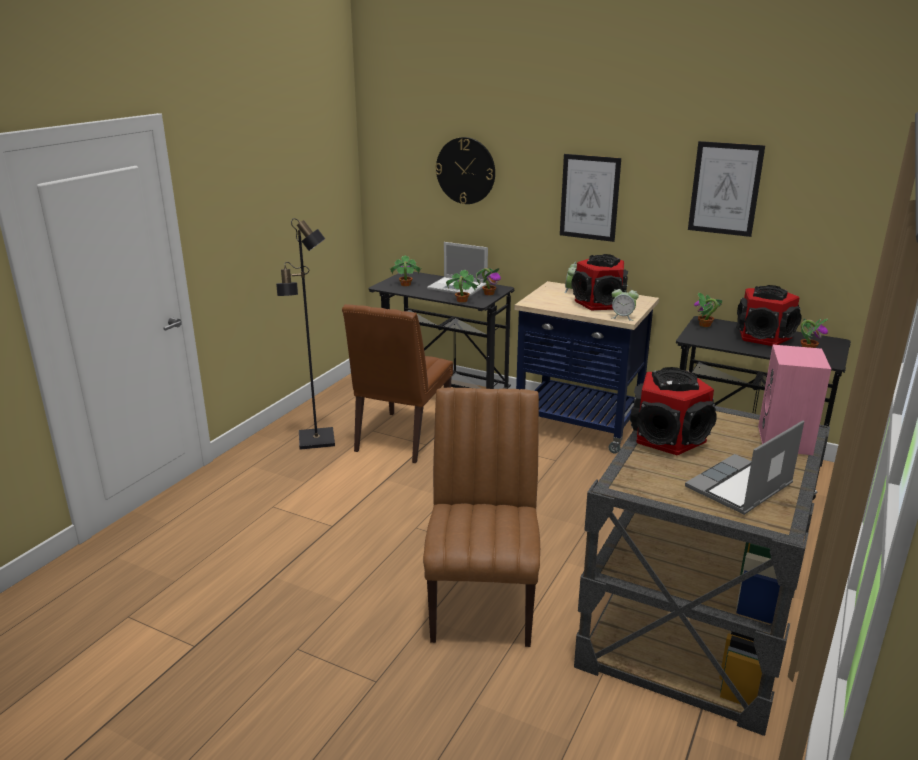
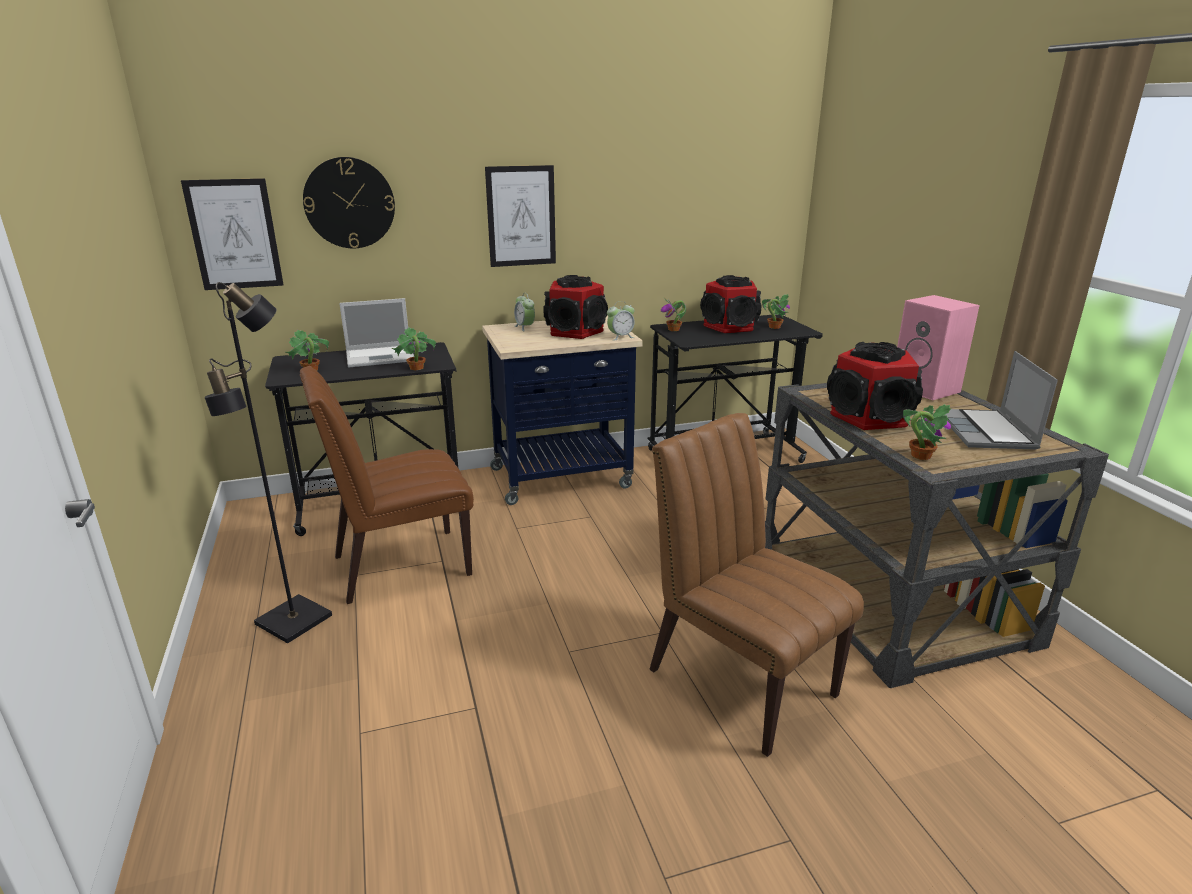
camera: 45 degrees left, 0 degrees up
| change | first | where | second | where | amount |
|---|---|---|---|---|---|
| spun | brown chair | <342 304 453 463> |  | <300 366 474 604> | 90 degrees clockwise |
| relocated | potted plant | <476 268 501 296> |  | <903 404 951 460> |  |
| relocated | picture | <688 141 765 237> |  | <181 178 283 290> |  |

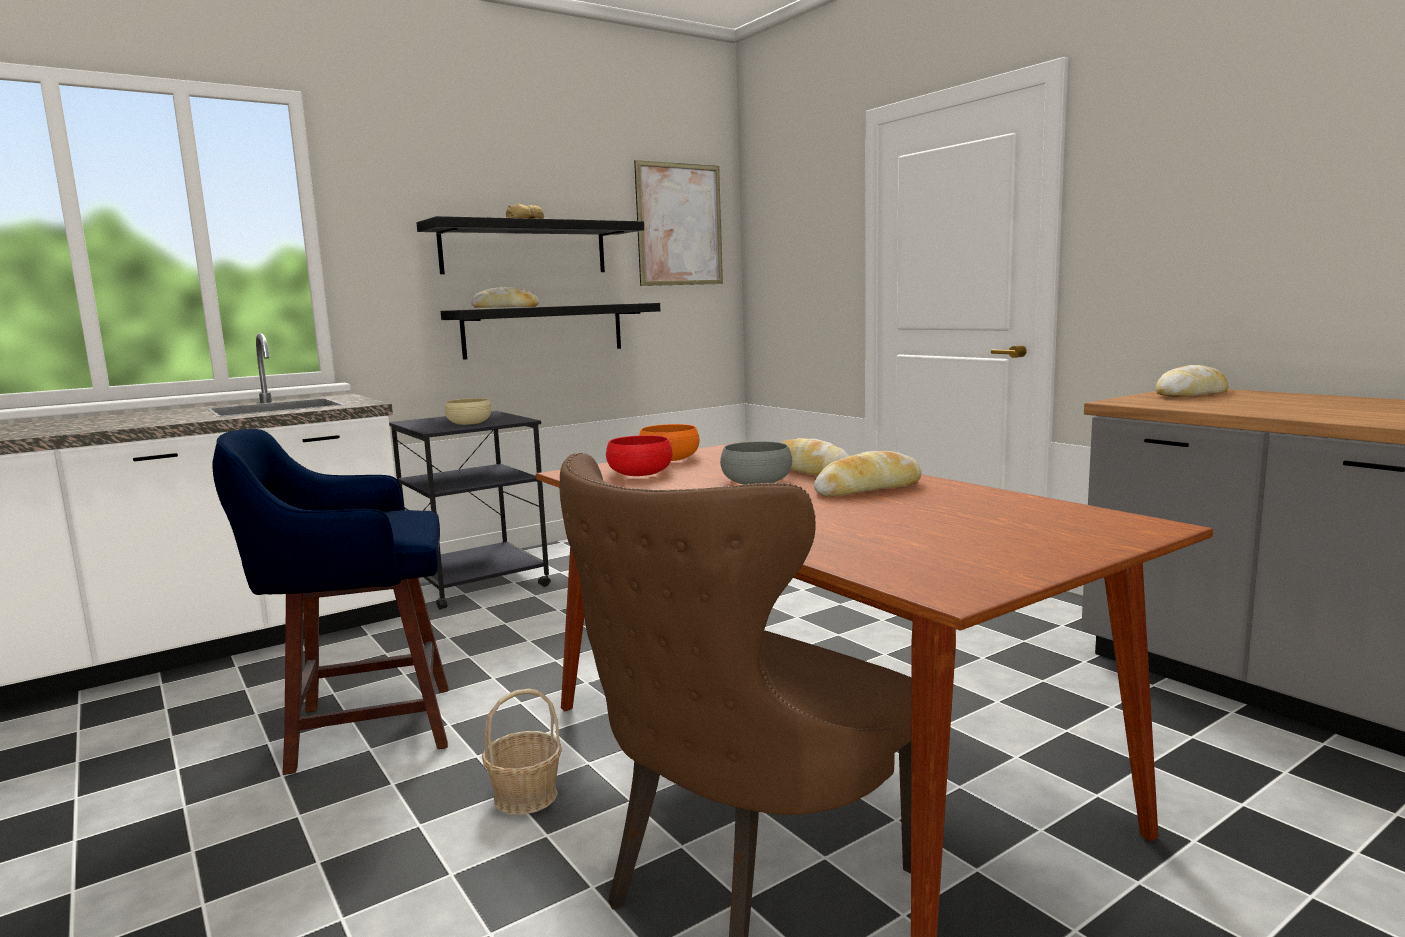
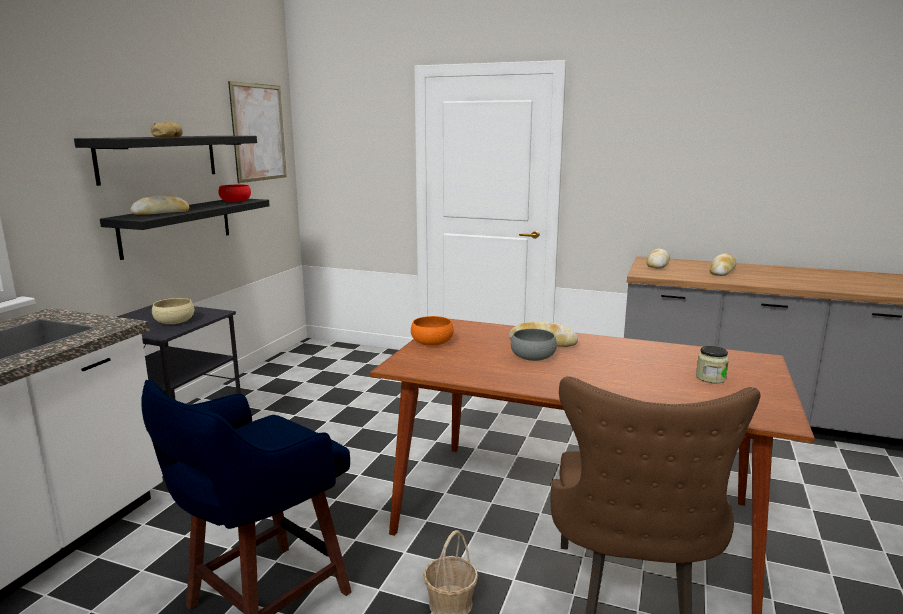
camera: 35 degrees left, 5 degrees up
| change | first | where | second | where | amount |
|---|---|---|---|---|---|
| relocated | red bowl | <606 435 673 476> |  | <218 185 251 202> |  |
| relocated | bread | <814 451 922 497> |  | <710 254 737 276> |  |
| appeared |  |  | jar | <696 346 729 383> |  |

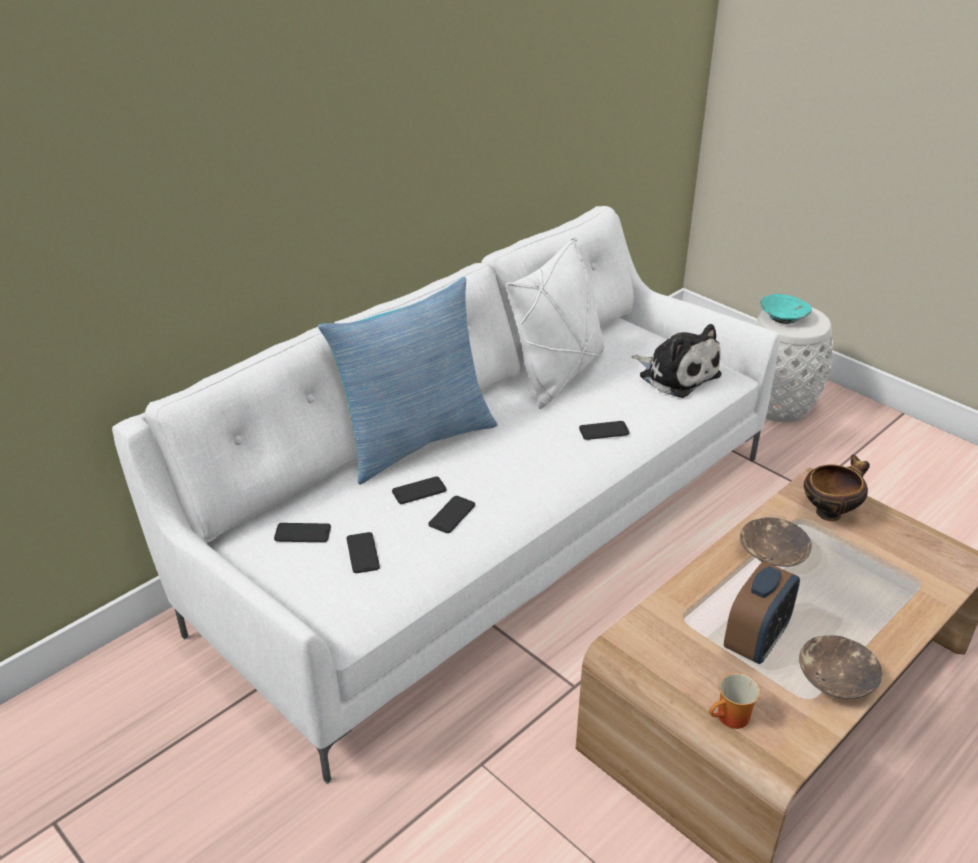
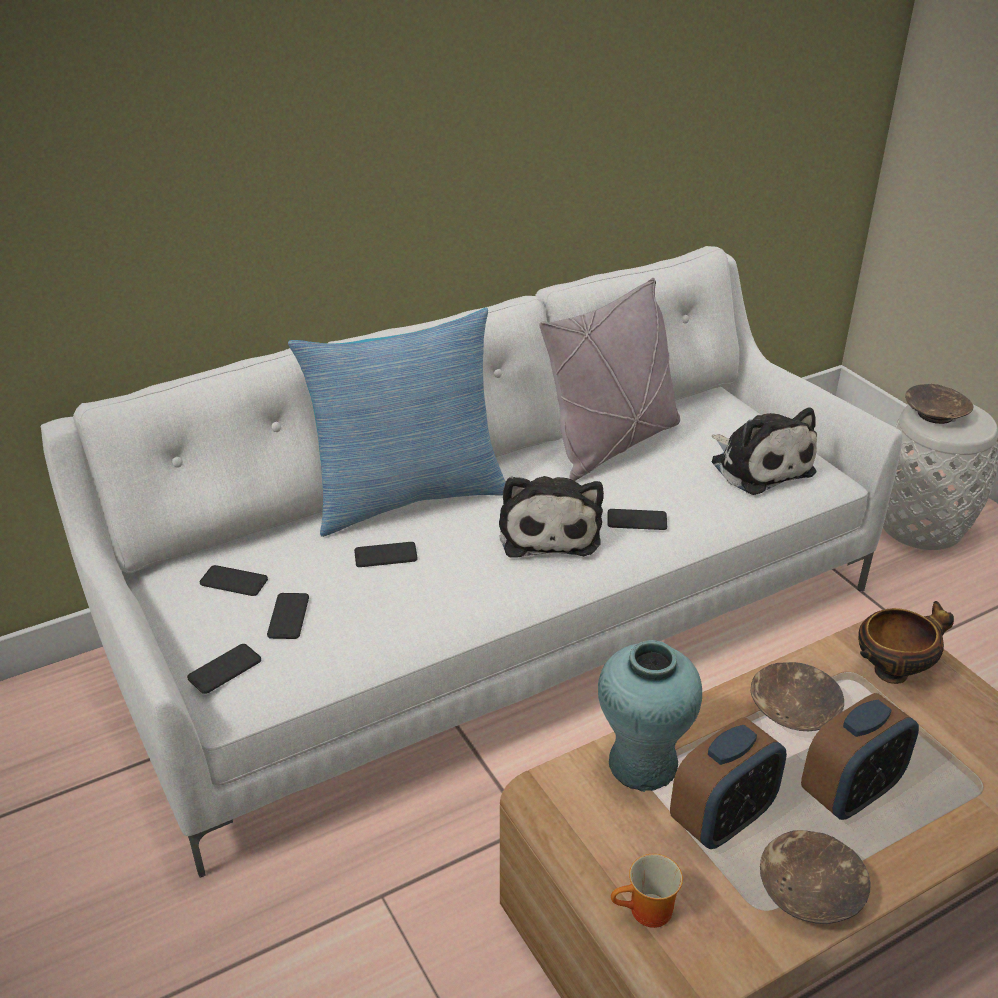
camera: 15 degrees right, 0 degrees up
| change | first | where | second | where | amount |
|---|---|---|---|---|---|
| relocated | phone | <429 496 475 533> |  | <187 644 261 694> |  |
| colour | white pillow | <505 237 605 409> | purple pillow | <540 278 680 481> |  |
| colour | turquoise bowl | <760 294 812 324> | brown bowl | <905 384 973 424> |  |
| appeared |  |  | plush toy | <499 476 604 558> |  |
| appeared |  |  | turquoise vase | <598 640 702 792> |  |
| appeared |  |  | alarm clock | <801 693 919 820> |  |

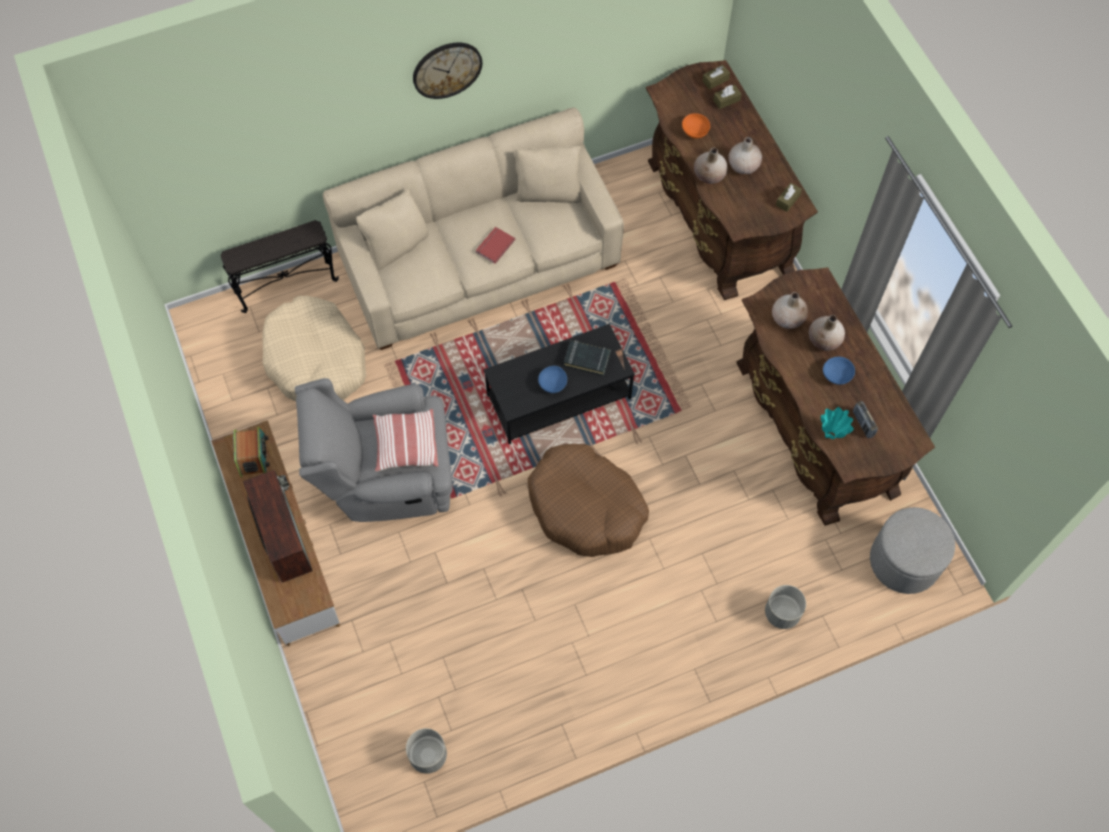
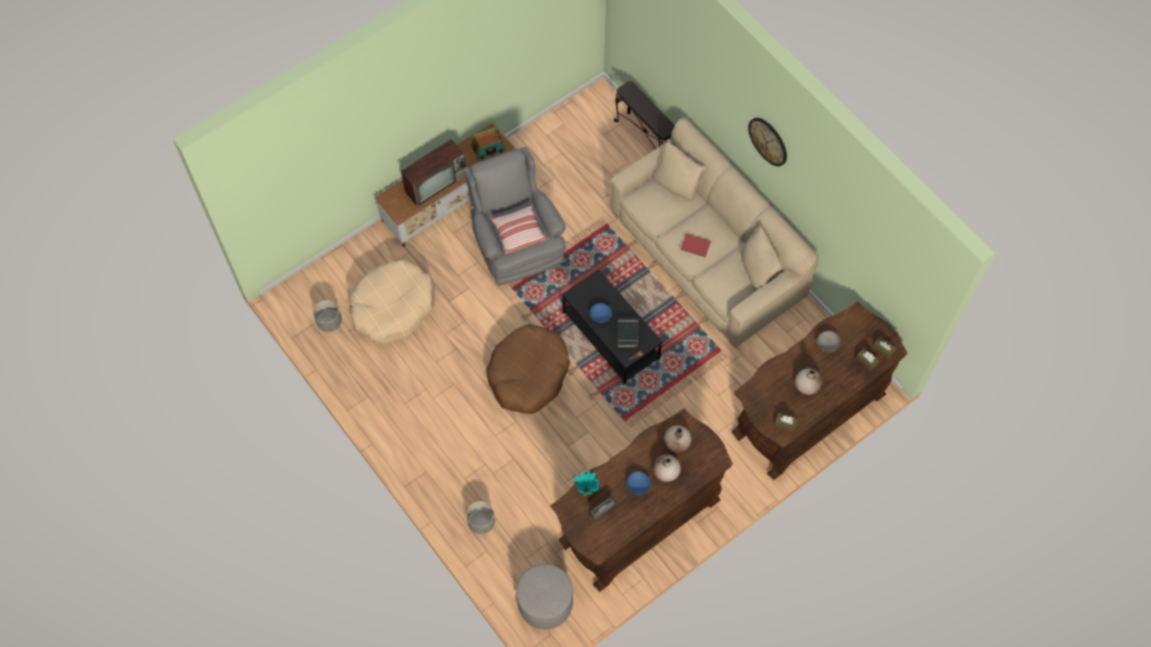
camera: 75 degrees right, 0 degrees up
| change | first | where | second | where | amount |
|---|---|---|---|---|---|
| relocated | beige dog bed | <262 296 366 402> |  | <350 260 435 344> |  |
| colour | orange bowl | <682 113 710 139> | grey bowl | <817 331 840 352> |  |
| missing | beige vase | <694 147 728 184> |  |  |  |

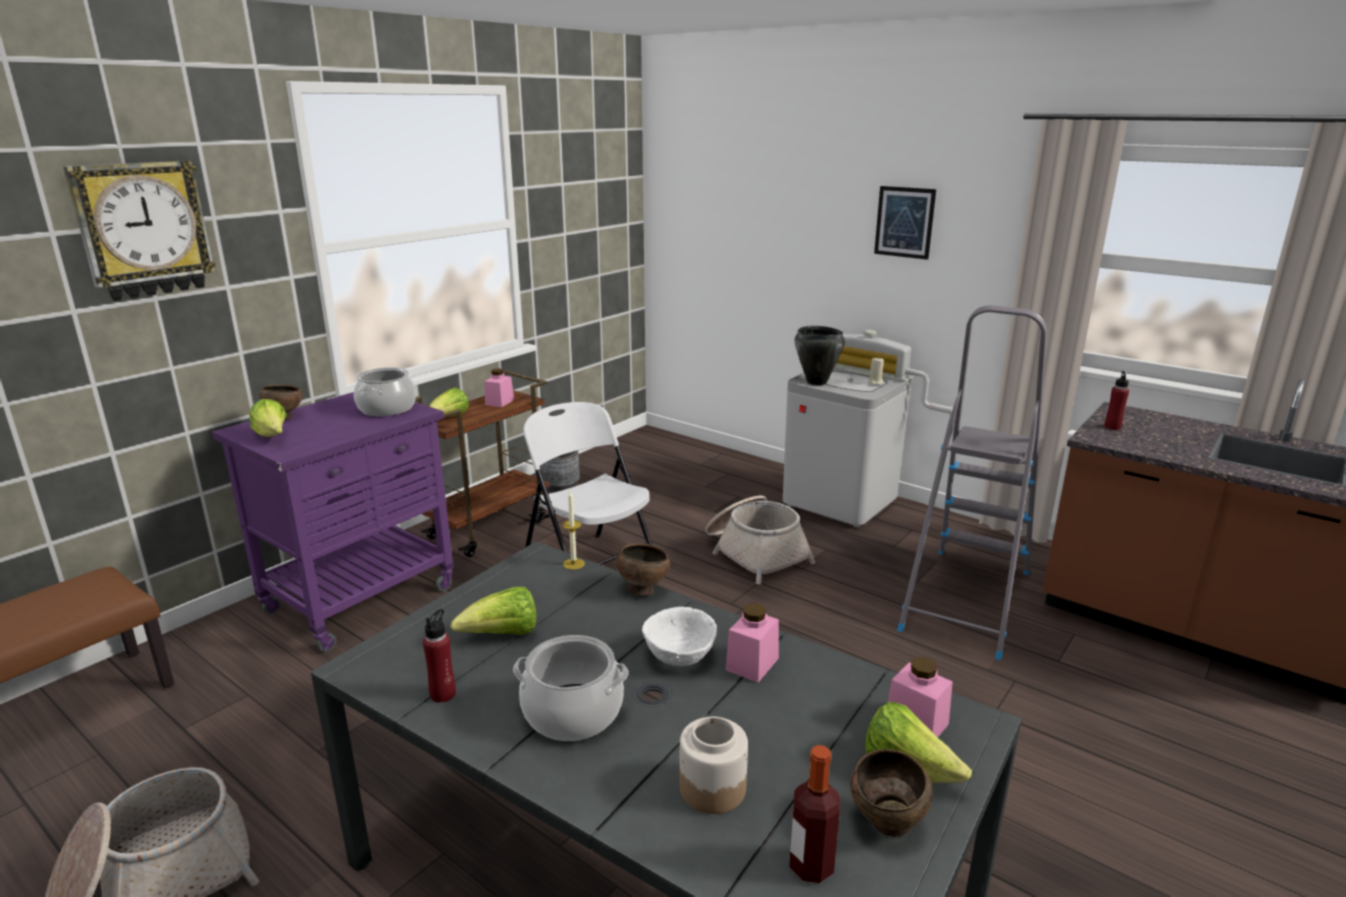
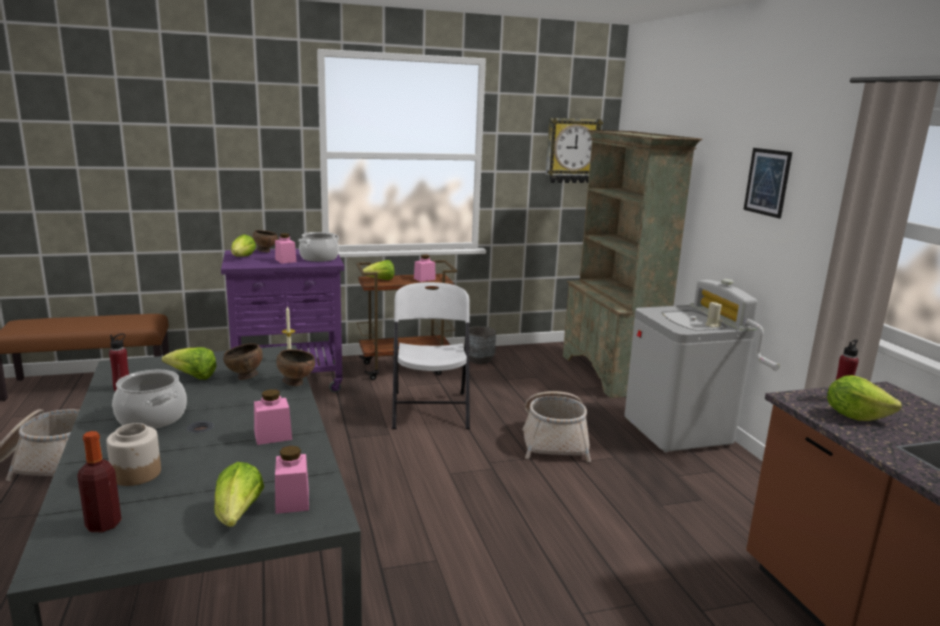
camera: 35 degrees right, 5 degrees down
| change | first | where | second | where | amount |
|---|---|---|---|---|---|
| relocated | wall clock | <64 161 216 301> |  | <546 118 603 183> |  |
| missing | white bowl | <642 607 717 666> |  |  |  |
| missing | black cooking pot | <795 326 845 385> |  |  |  |
| relocated | brown bowl | <850 749 933 837> |  | <223 343 263 380> |  |
| missing | grey step ladder | <898 305 1047 660> |  |  |  |
| appeared |  |  | pink jar | <275 233 296 264> |  |
| appeared |  |  | green bookcase | <563 130 703 398> |  |
| appeared |  |  | lettuce | <827 375 902 421> |  |

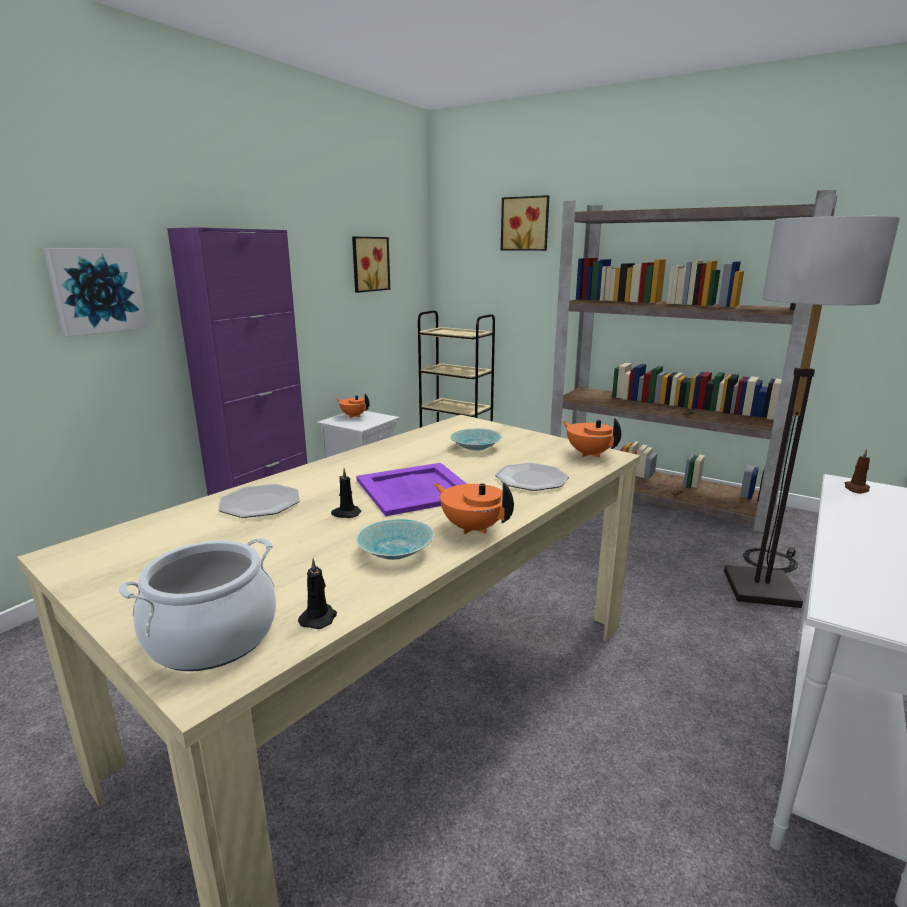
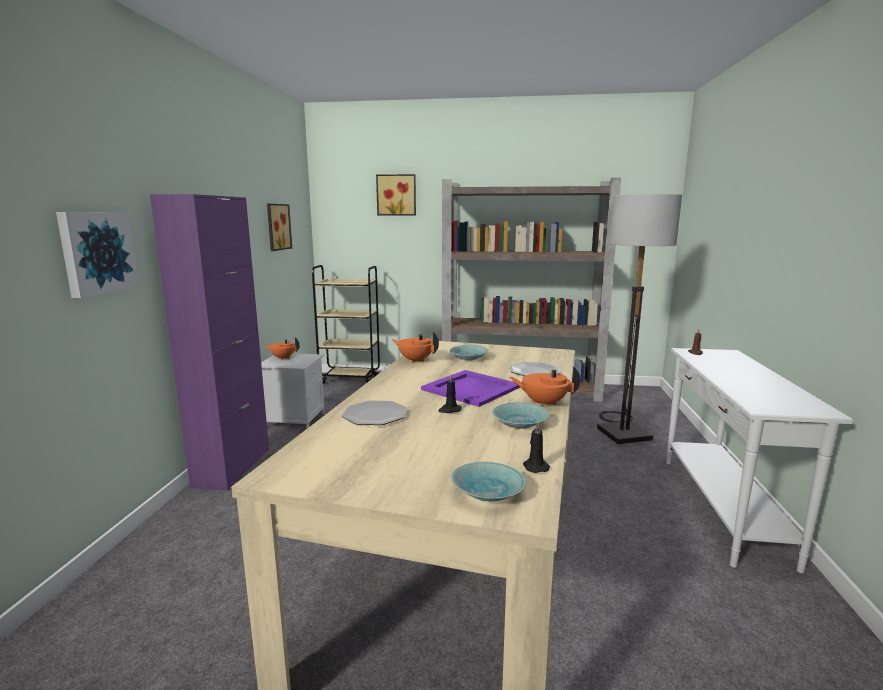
camera: 25 degrees left, 5 degrees down
| change | first | where | second | where | amount |
|---|---|---|---|---|---|
| exchanged | cooking pot | <118 537 276 671> | turquoise bowl | <451 462 526 502> |  |
| relocated | orange teapot | <562 418 621 457> |  | <392 332 439 363> |  |

